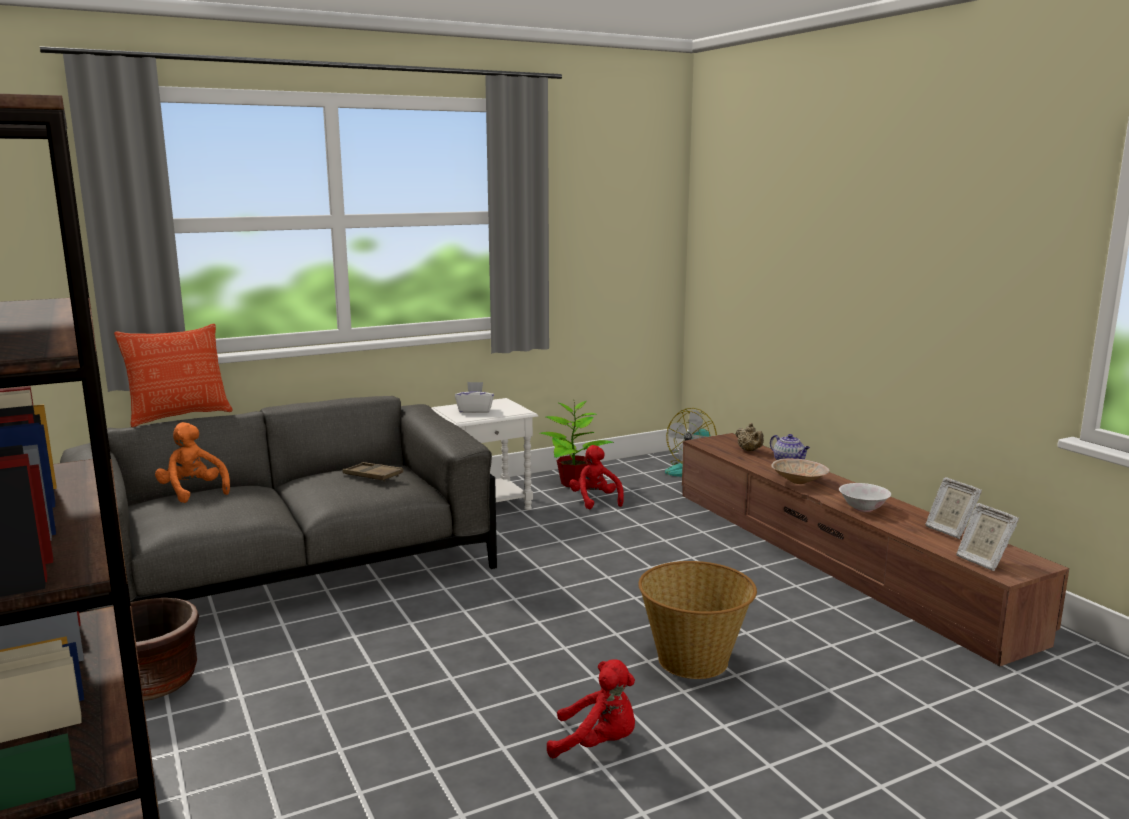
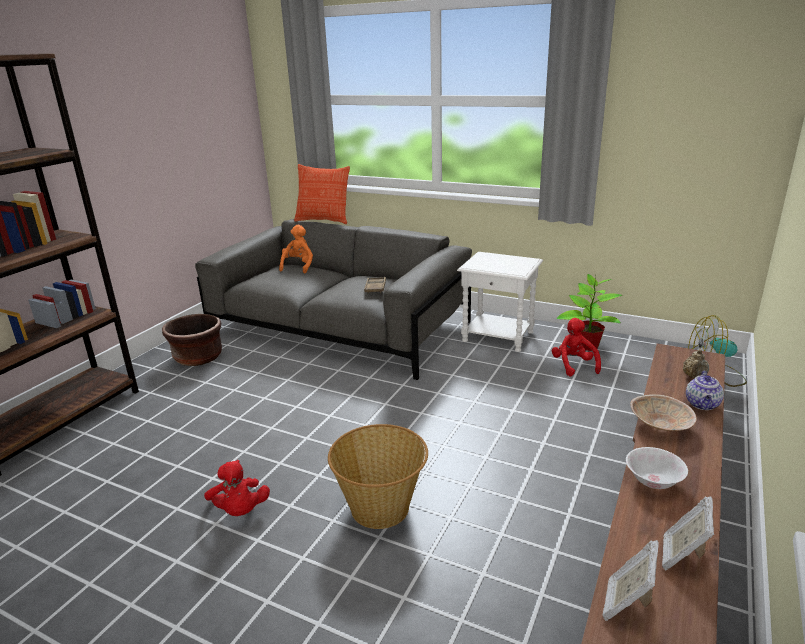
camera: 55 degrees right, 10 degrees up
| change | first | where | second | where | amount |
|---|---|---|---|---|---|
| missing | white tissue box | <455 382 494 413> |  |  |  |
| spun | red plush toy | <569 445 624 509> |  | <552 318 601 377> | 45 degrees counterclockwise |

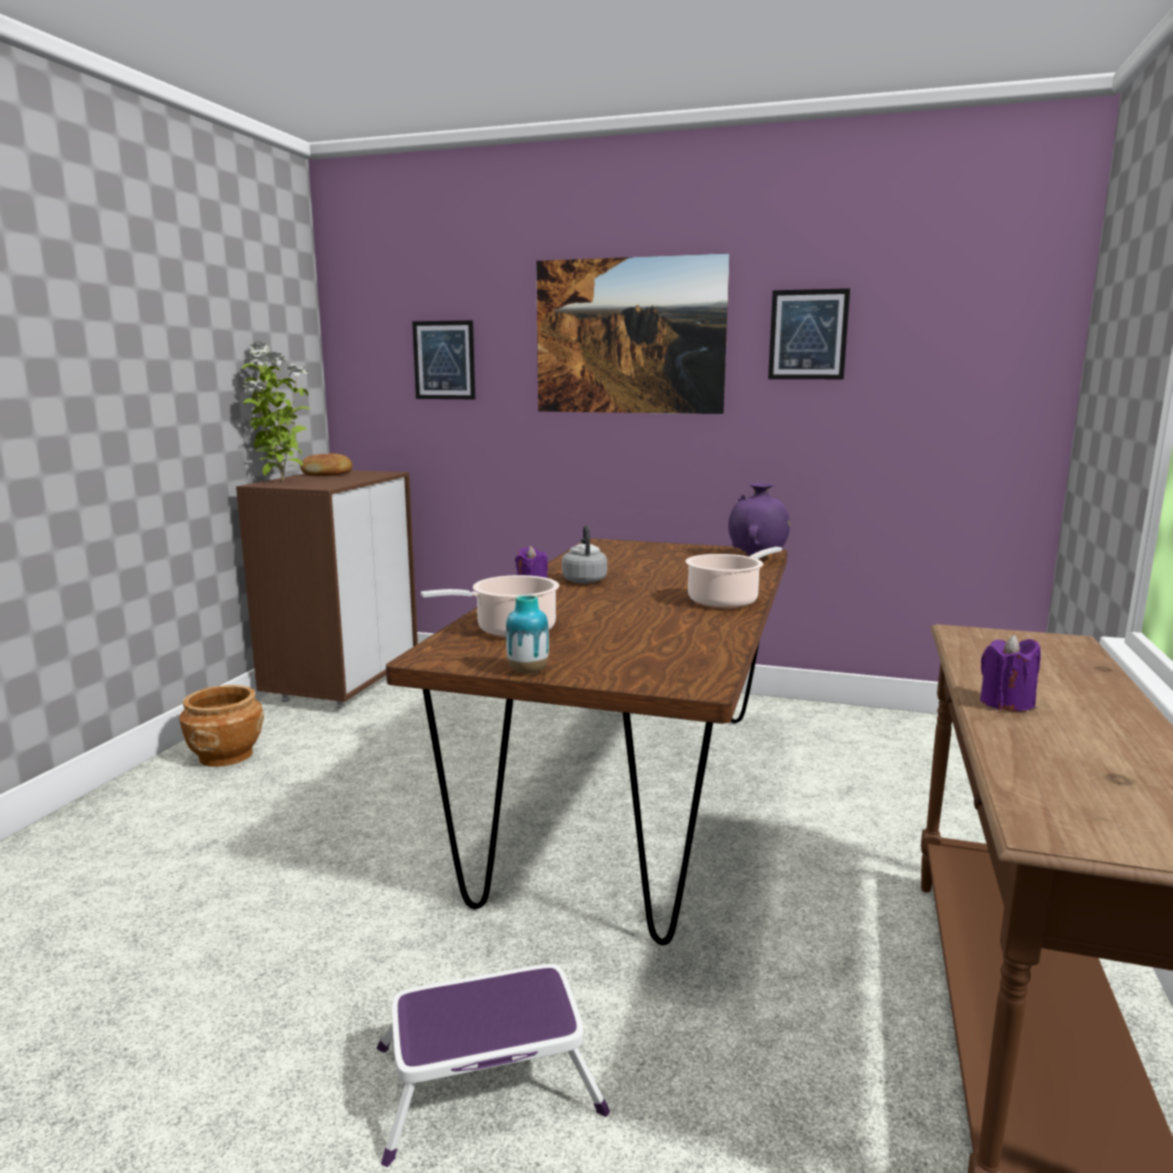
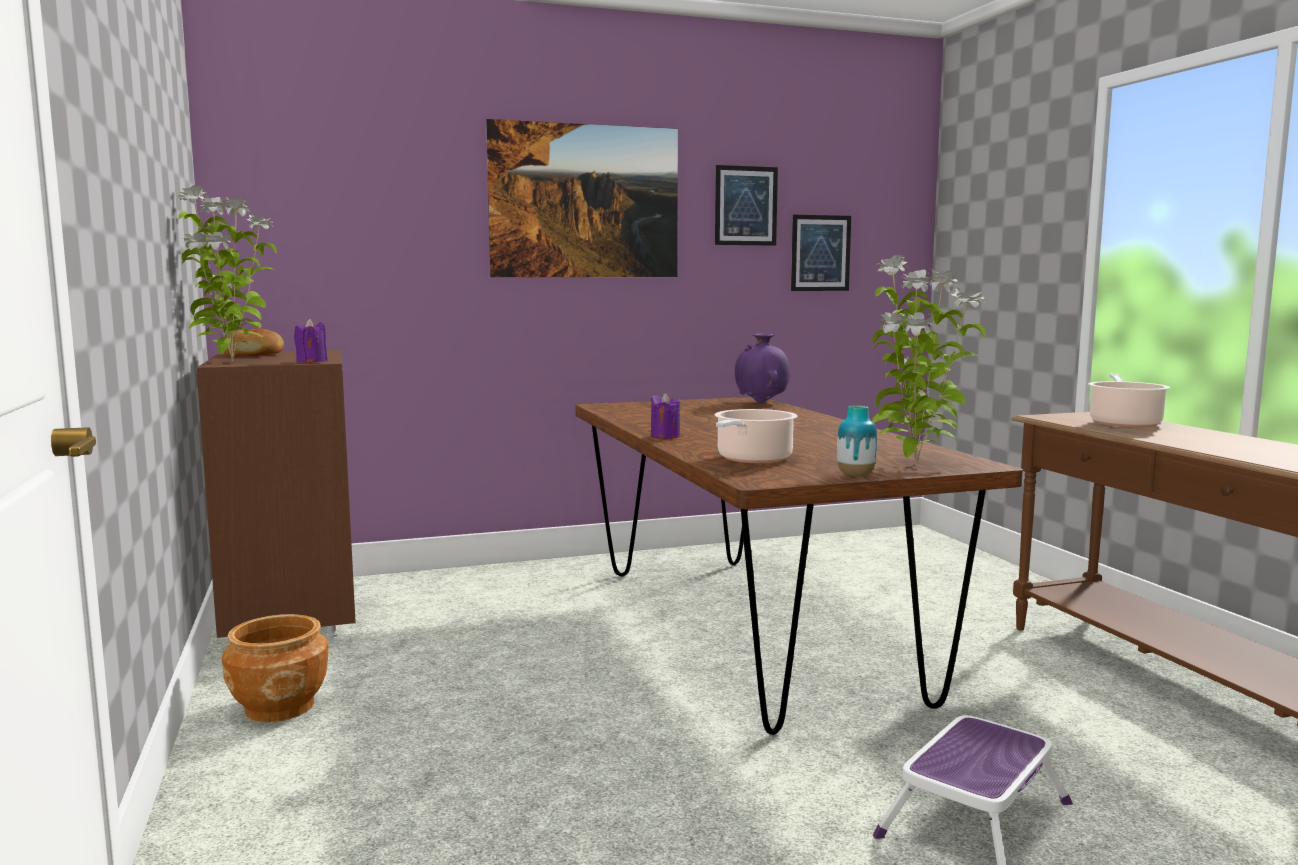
camera: 35 degrees left, 5 degrees down
| change | first | where | second | where | amount |
|---|---|---|---|---|---|
| relocated | picture | <412 320 475 399> |  | <791 215 851 291> |  |
| missing | grey kettle | <562 525 607 584> |  |  |  |
| relocated | cooking pot | <685 547 782 608> |  | <1088 374 1170 428> |  |
| relocated | purple candle | <980 634 1041 711> |  | <294 319 328 363> |  |
| appeared |  |  | potted plant | <872 255 986 464> |  |

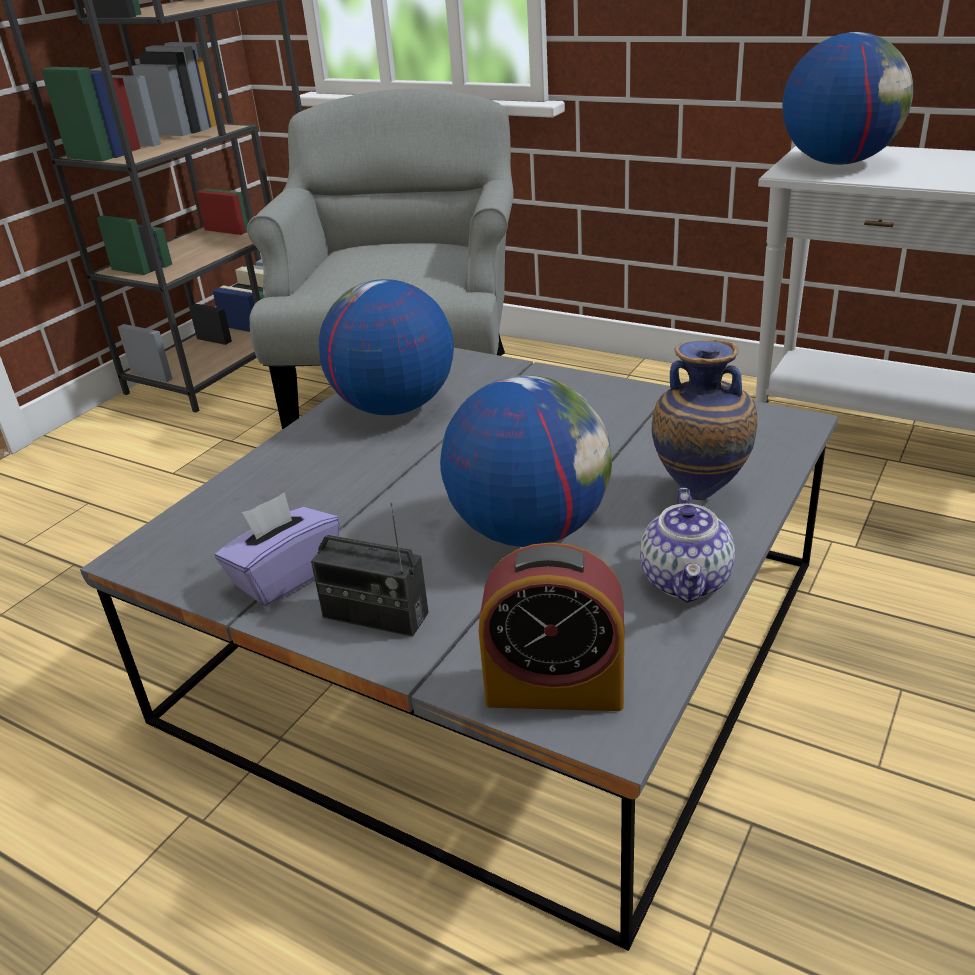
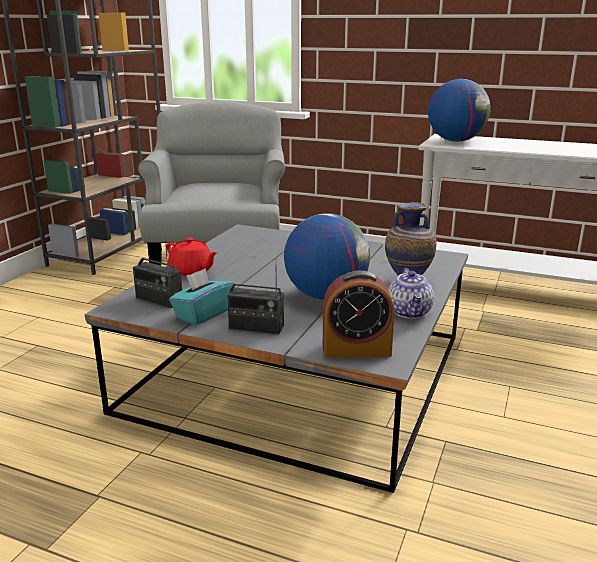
camera: 10 degrees left, 10 degrees down
| change | first | where | second | where | amount |
|---|---|---|---|---|---|
| colour | purple tissue box | <215 492 340 607> | turquoise tissue box | <169 268 233 325> |  |
| missing | globe | <319 279 454 415> |  |  |  |
| appeared |  |  | radio | <133 237 182 308> |  |
| appeared |  |  | red teapot | <166 237 217 276> |  |

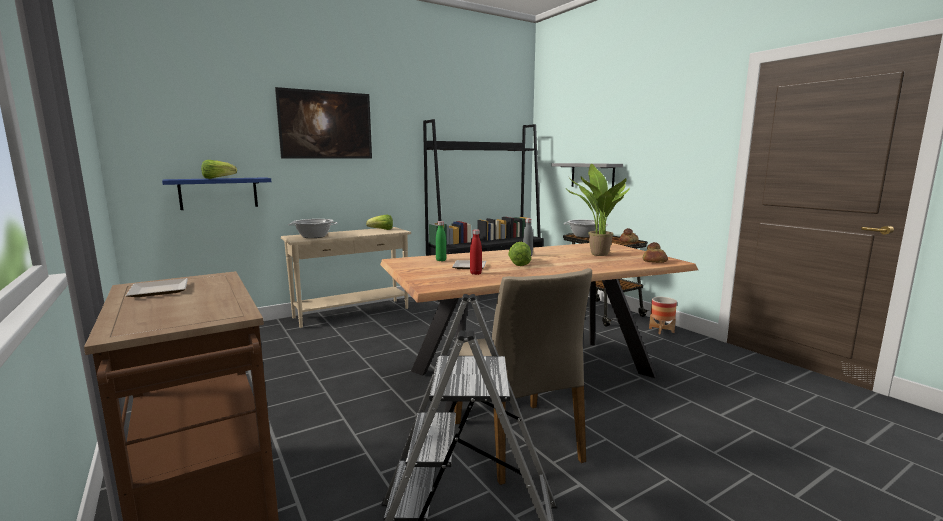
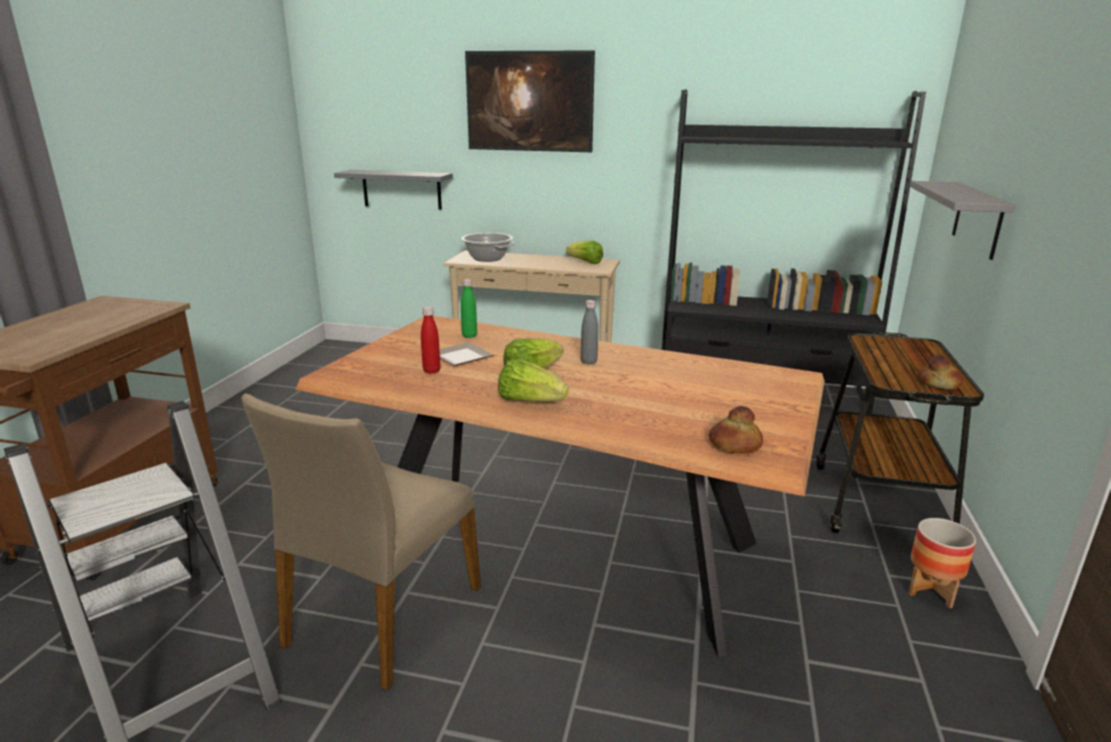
camera: 45 degrees right, 10 degrees up
| change | first | where | second | where | amount |
|---|---|---|---|---|---|
| missing | plate | <126 278 188 297> |  |  |  |
| colour | blue shelf | <162 177 271 210> | grey shelf | <334 170 453 210> |  |
| relocated | lettuce | <201 160 237 179> |  | <498 359 568 402> |  |
| missing | cooking pot | <564 220 608 238> |  |  |  |
| missing | potted plant | <566 164 630 256> |  |  |  |

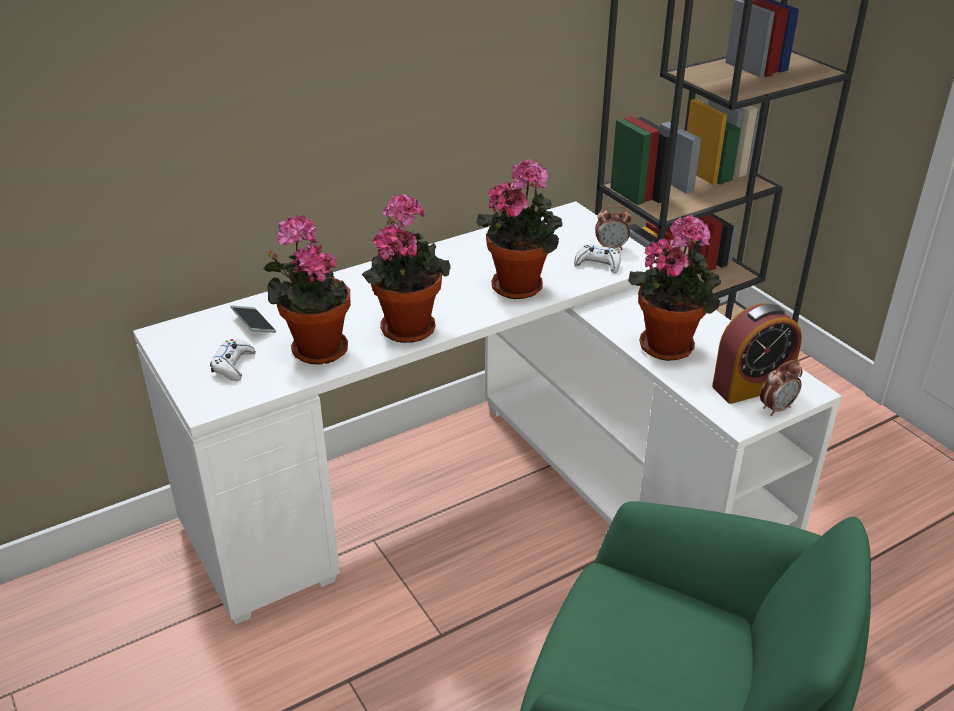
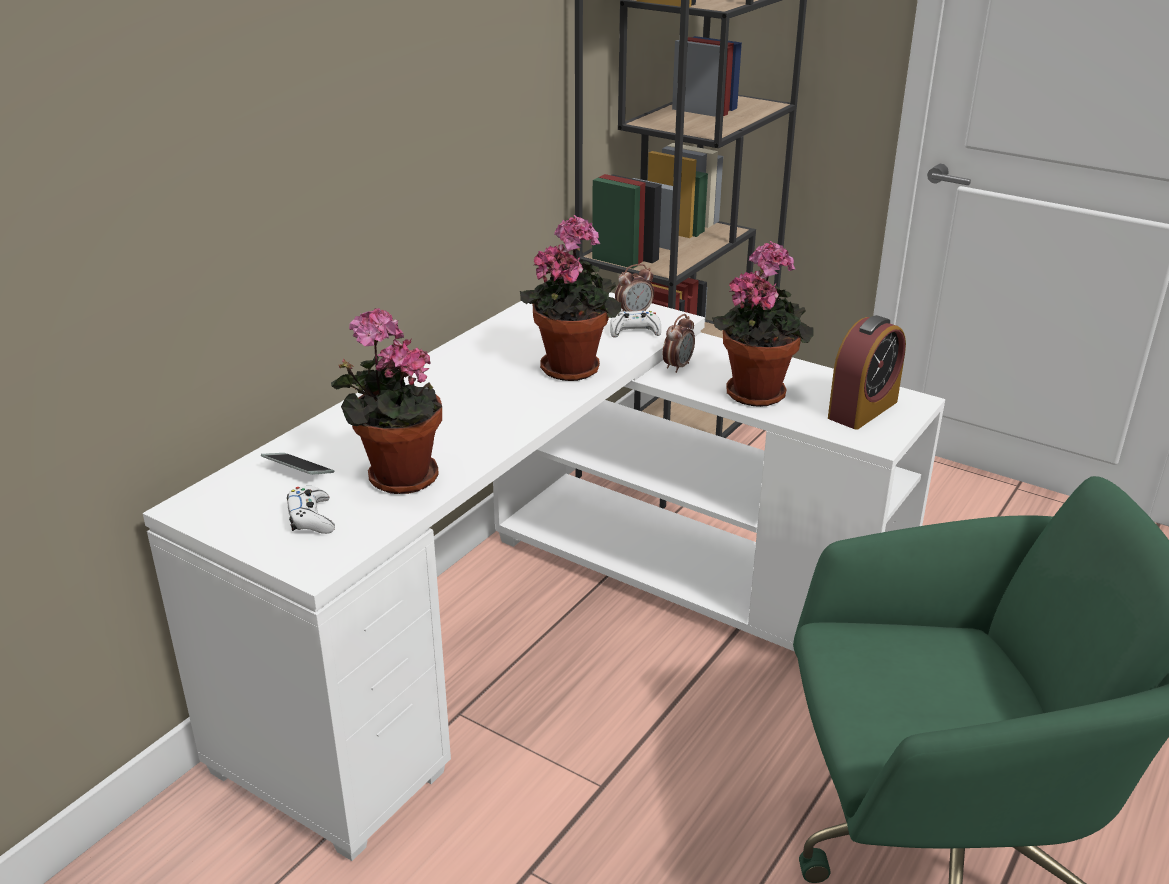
camera: 25 degrees left, 5 degrees down
| change | first | where | second | where | amount |
|---|---|---|---|---|---|
| missing | potted plant | <362 194 451 343> |  |  |  |
| relocated | alarm clock | <760 360 803 416> |  | <663 314 695 373> |  |

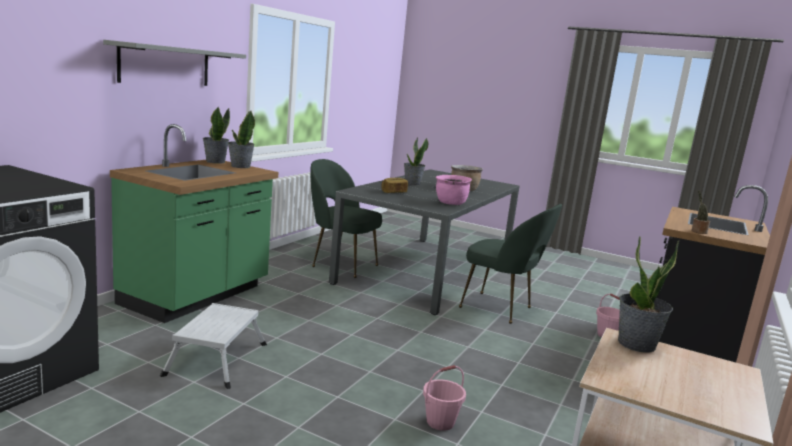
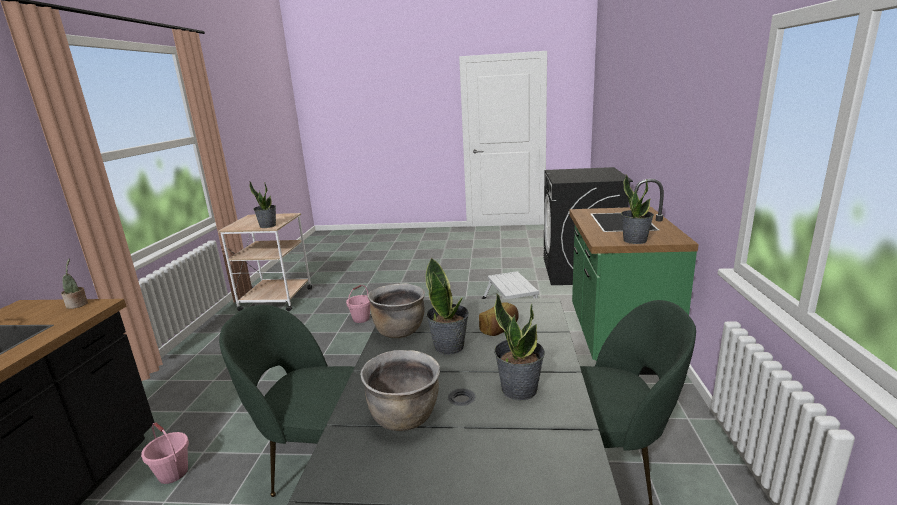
camera: 160 degrees right, 5 degrees up
| change | first | where | second | where | amount |
|---|---|---|---|---|---|
| missing | grey shelf | <103 40 246 86> |  |  |  |
| relocated | potted plant | <203 107 230 164> |  | <426 257 469 355> |  |
| colour | pink cooking pot | <436 175 472 205> | brown cooking pot | <368 283 425 338> |  |

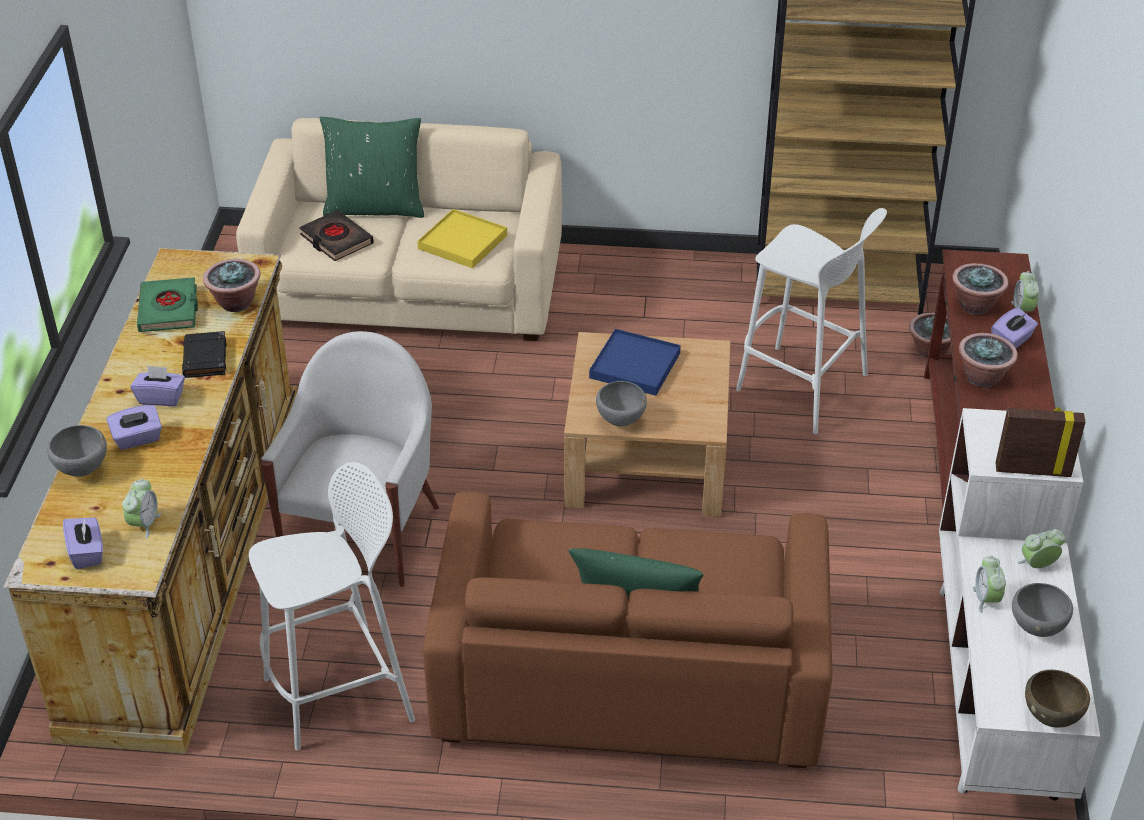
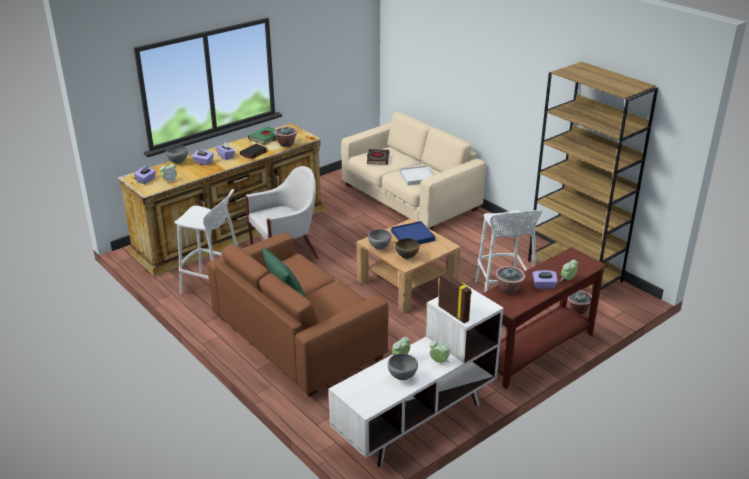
camera: 45 degrees right, 10 degrees down
| change | first | where | second | where | amount |
|---|---|---|---|---|---|
| missing | green pillow | <320 117 424 218> |  |  |  |
| colour | yellow tray | <418 209 507 269> | white tray | <399 165 434 186> |  |
| missing | potted plant | <952 263 1008 315> |  |  |  |
| relocated | brown bowl | <1025 670 1090 728> |  | <395 238 419 259> |  |

